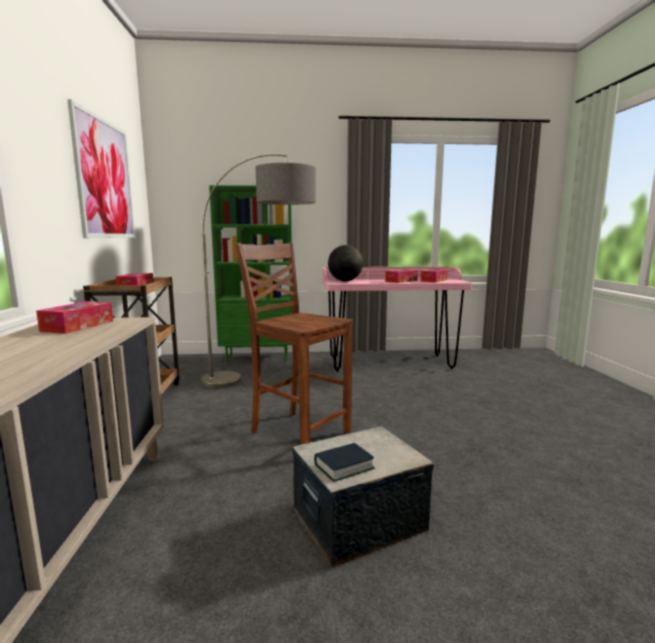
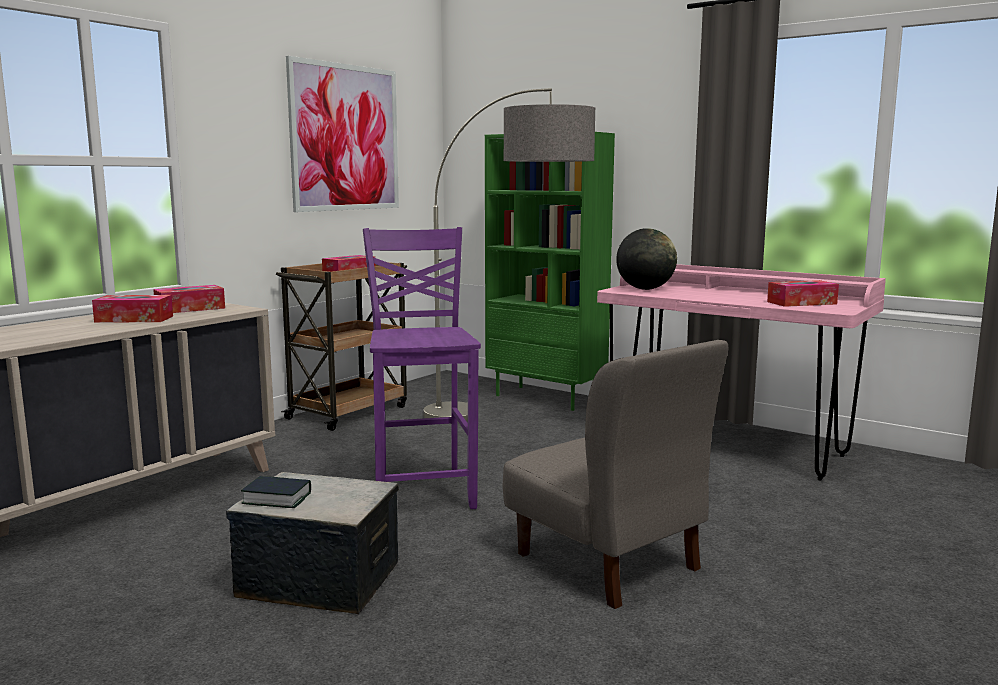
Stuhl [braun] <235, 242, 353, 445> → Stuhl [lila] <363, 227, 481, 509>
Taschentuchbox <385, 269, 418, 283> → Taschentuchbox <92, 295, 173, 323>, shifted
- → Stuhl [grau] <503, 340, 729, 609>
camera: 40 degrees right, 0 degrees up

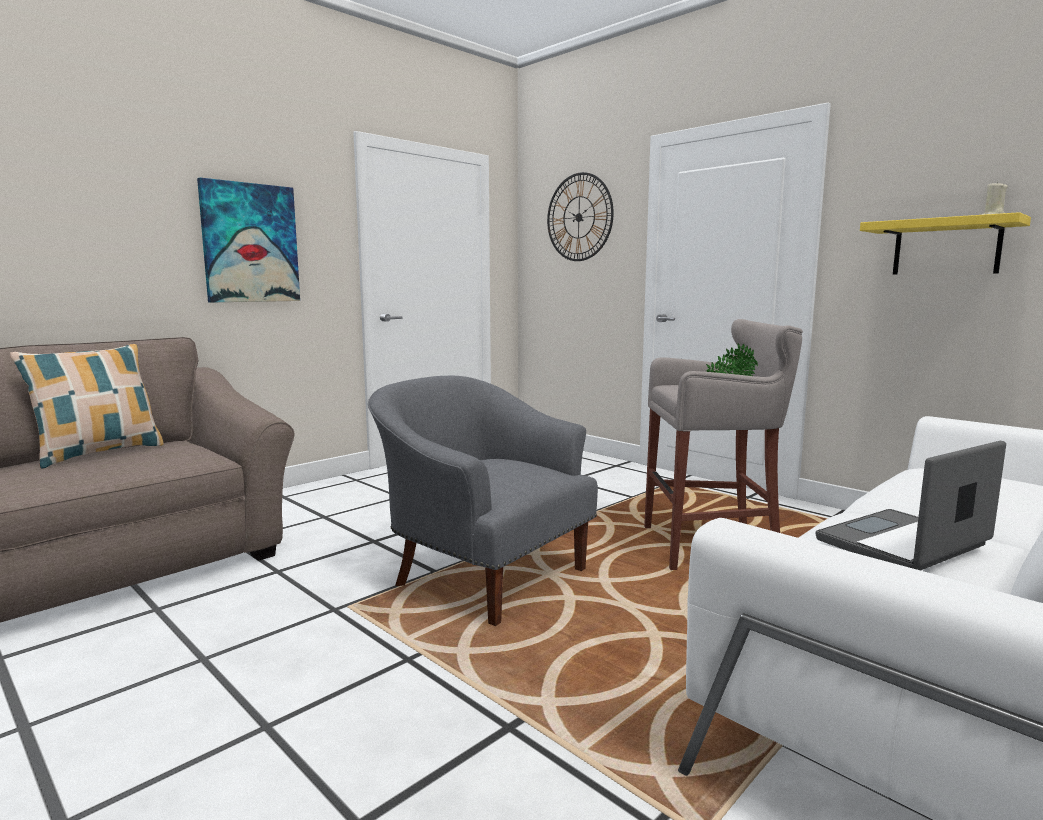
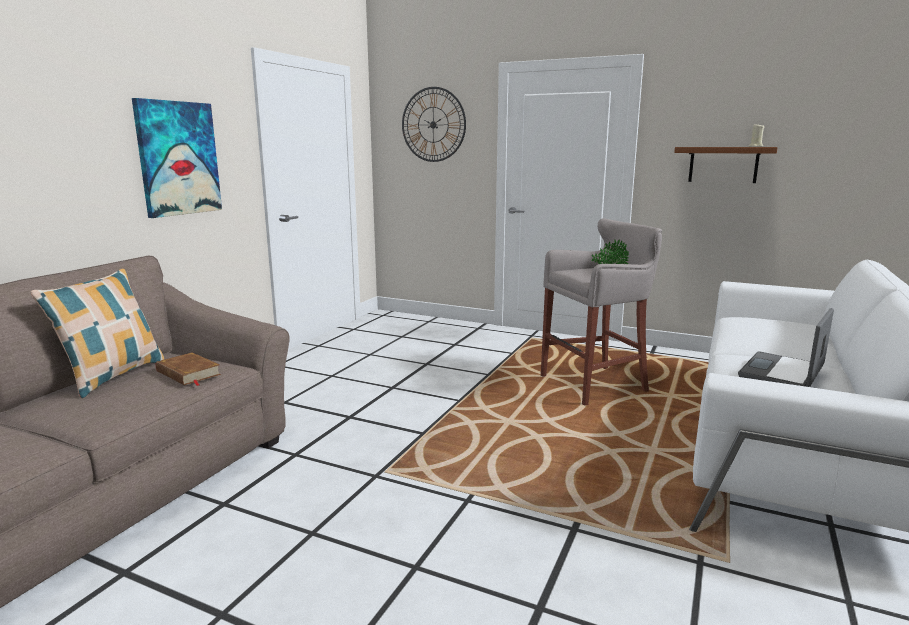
Sessel [grau] <368, 376, 598, 626> → -
Wandregal [gelb] <860, 212, 1031, 275> → Wandregal [braun] <674, 147, 778, 183>
- → Buch [braun] <156, 353, 221, 386>
camera: 20 degrees left, 5 degrees up

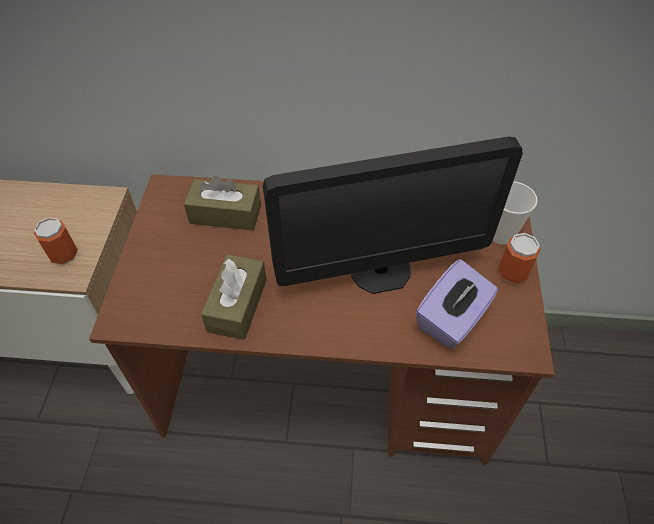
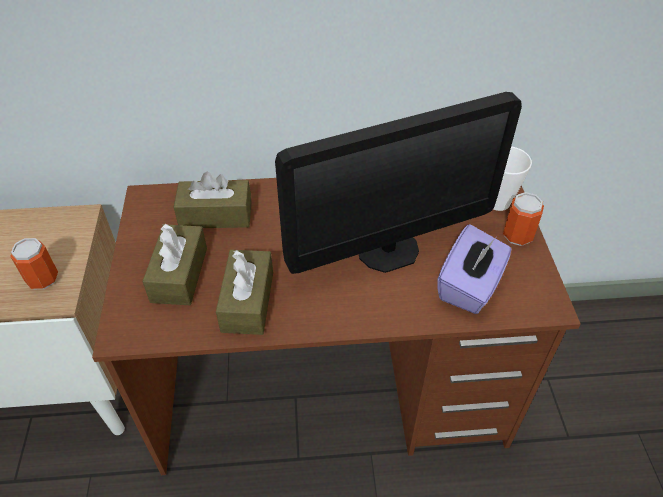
- → Taschentuchbox [braun] <142, 224, 207, 305>
camera: 10 degrees left, 5 degrees down

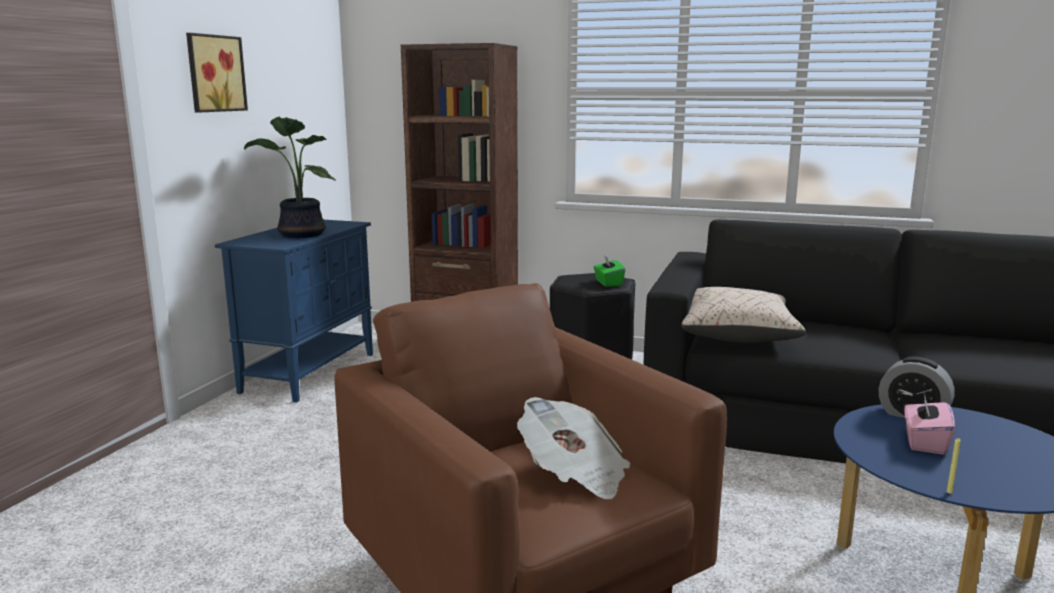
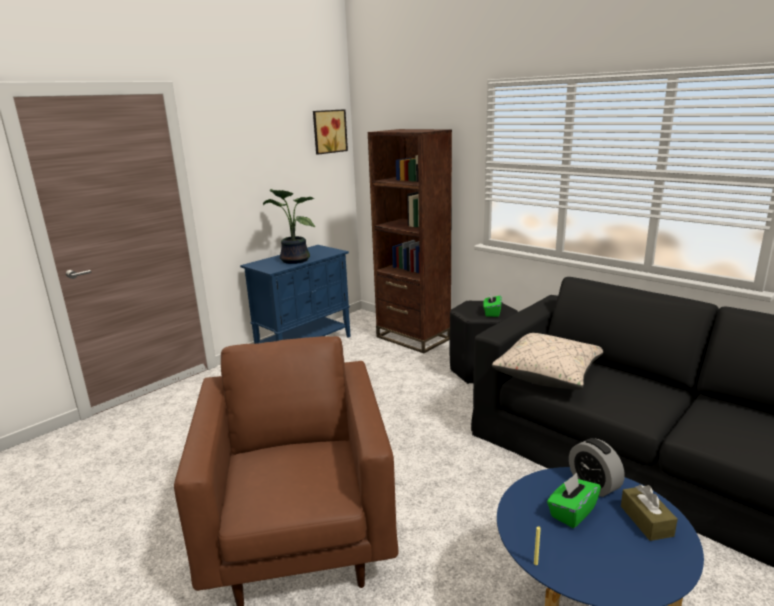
Bild <186, 33, 248, 113> → Bild <313, 109, 348, 155>, shifted
Zeitung <517, 397, 630, 499> → -
Taschentuchbox [rosa] <904, 393, 955, 455> → Taschentuchbox [grün] <547, 473, 601, 528>
- → Taschentuchbox [braun] <621, 485, 678, 541>
camera: 25 degrees right, 5 degrees up

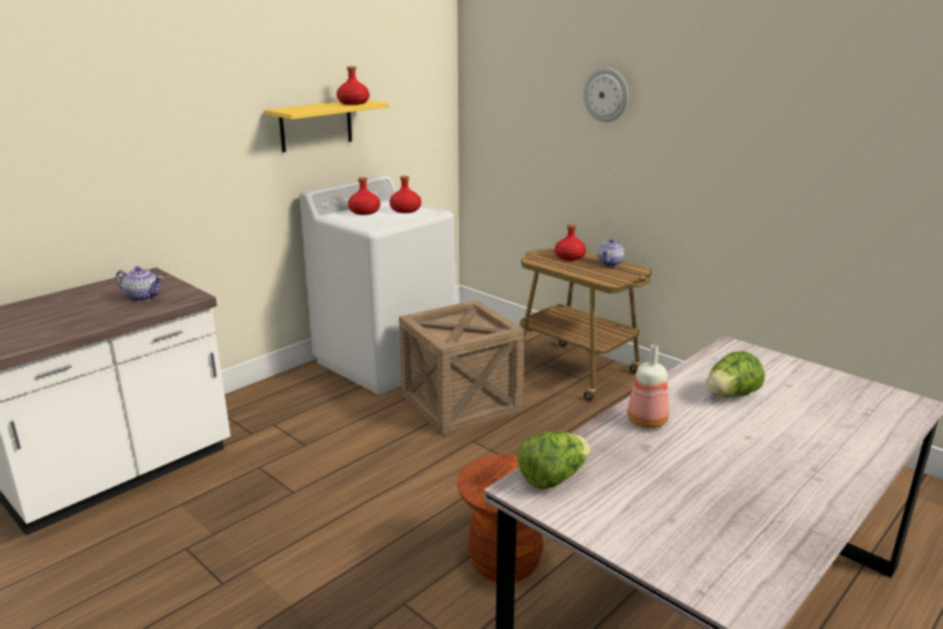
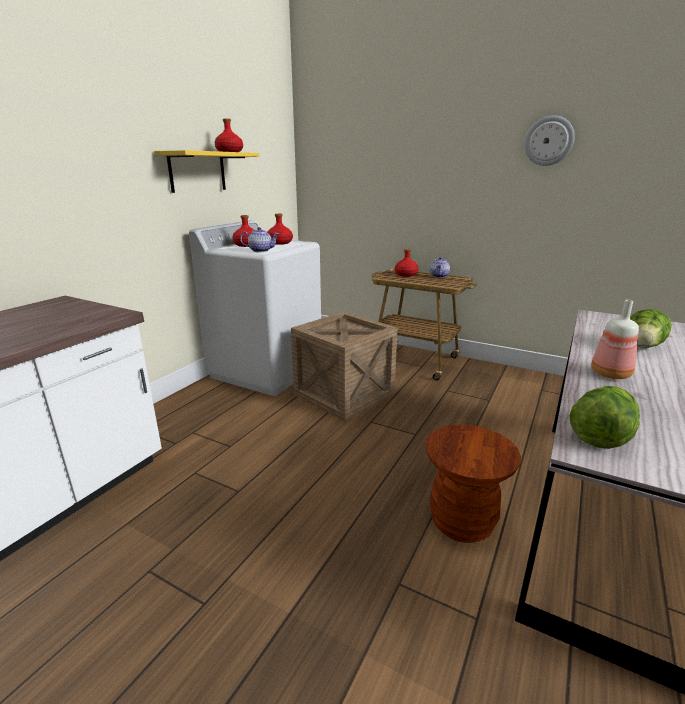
Teekanne <116, 266, 163, 302> → Teekanne <240, 227, 279, 252>, shifted
Wanduhr <584, 68, 628, 122> → Wanduhr <525, 115, 575, 166>, shifted
camera: 15 degrees left, 0 degrees up

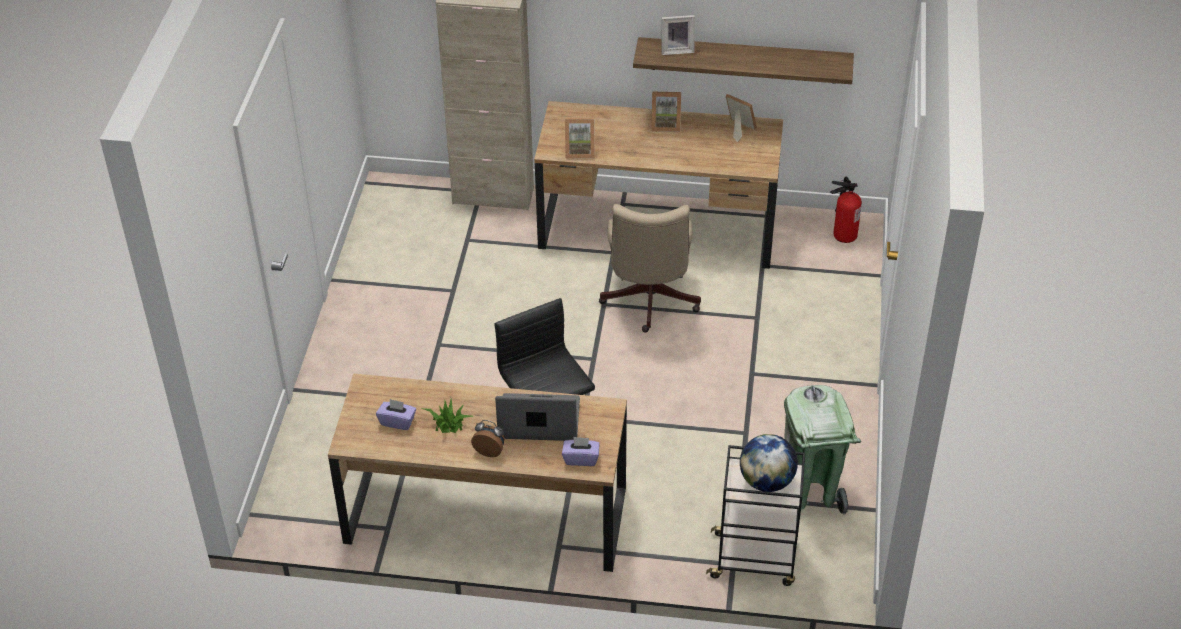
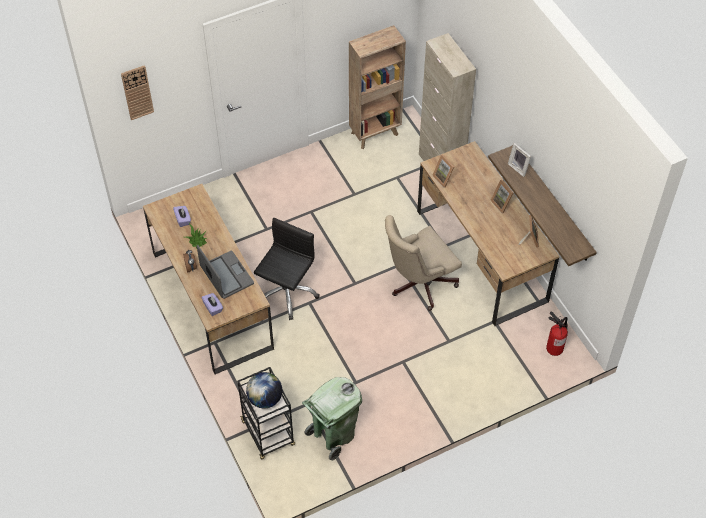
- → Wanduhr <121, 65, 154, 120>
- → Bücherregal [braun] <349, 25, 406, 149>
camera: 55 degrees right, 10 degrees up

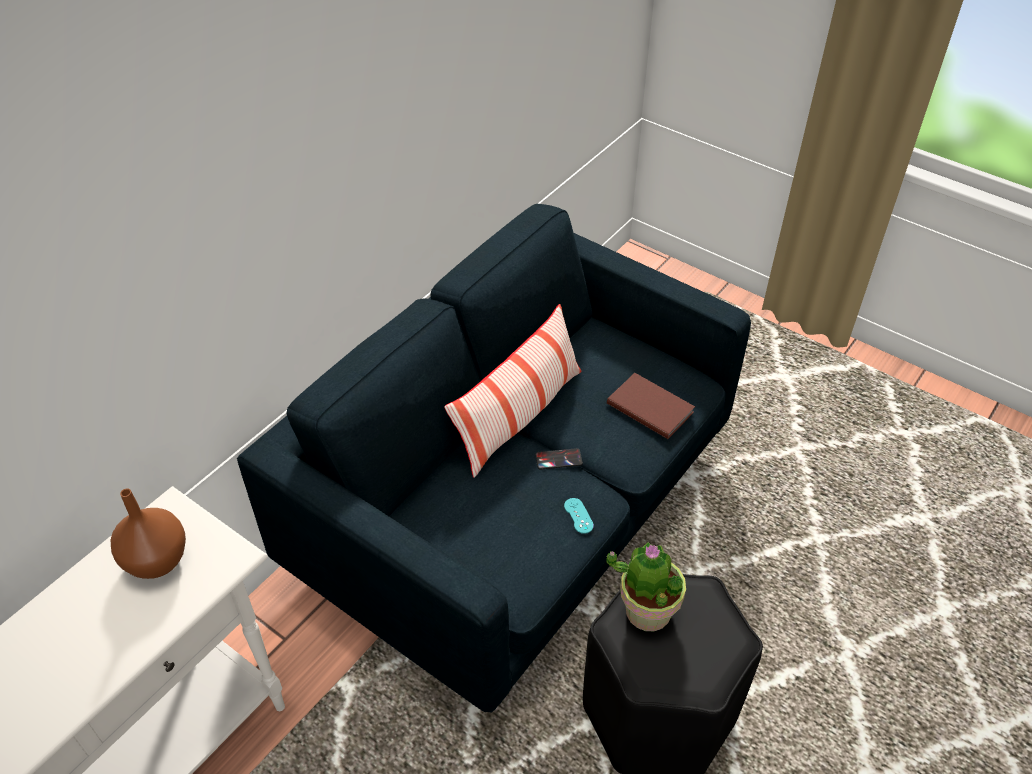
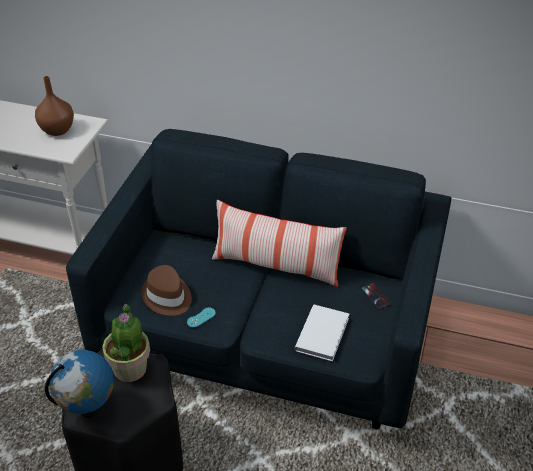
Handy <535, 448, 583, 470> → Handy <361, 283, 391, 310>, shifted
Buch [braun] <607, 373, 695, 439> → Buch [weiß] <294, 305, 349, 361>
- → Globus <45, 350, 114, 418>
- → Hut [braun] <141, 265, 192, 316>
camera: 70 degrees right, 5 degrees down

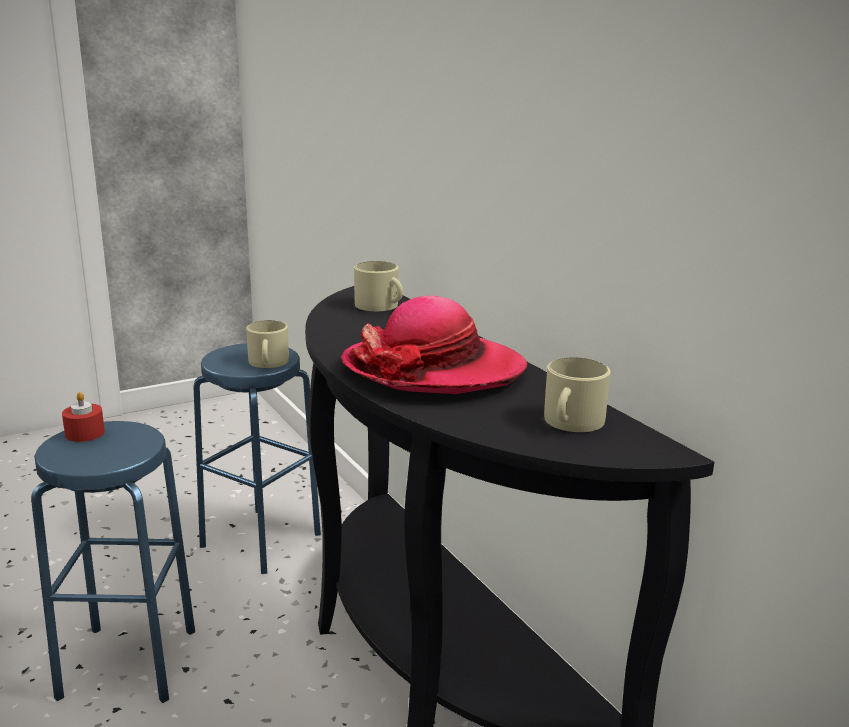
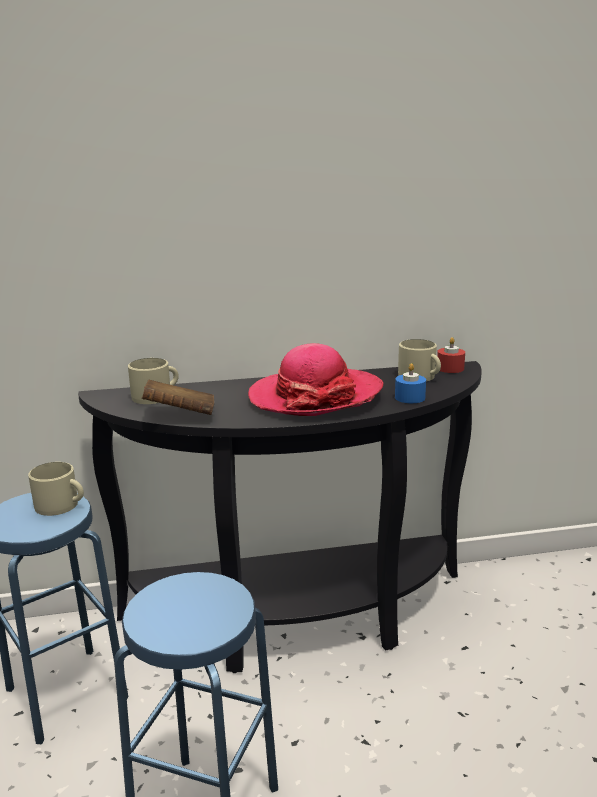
Kerze [rot] <62, 392, 105, 442> → Kerze [rot] <437, 337, 465, 373>, shifted
- → Buch [braun] <142, 380, 214, 415>
- → Kerze [blau] <395, 363, 426, 403>
camera: 70 degrees left, 0 degrees up

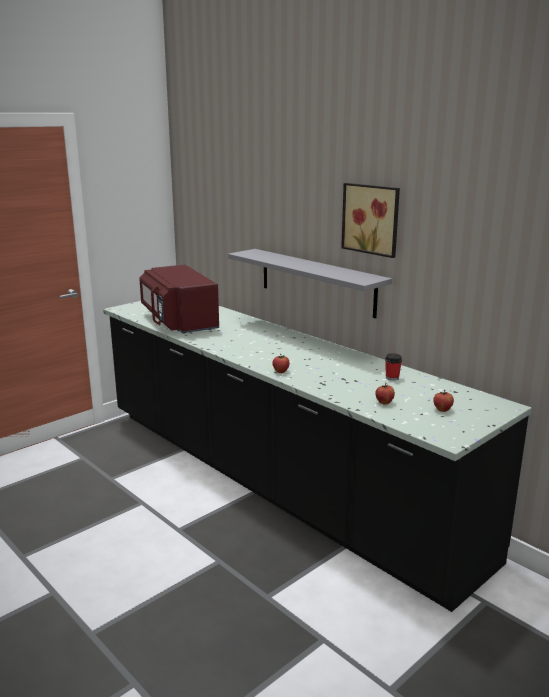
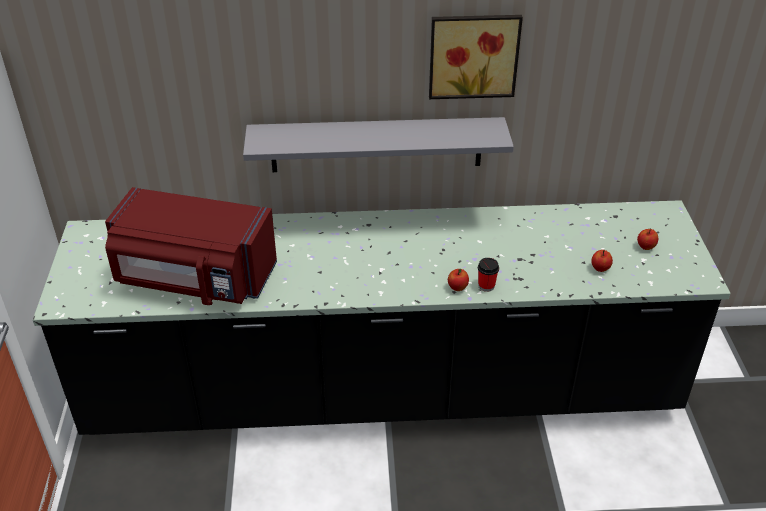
Tasse <385, 353, 402, 381> → Tasse <478, 258, 499, 292>, shifted
camera: 50 degrees left, 20 degrees up

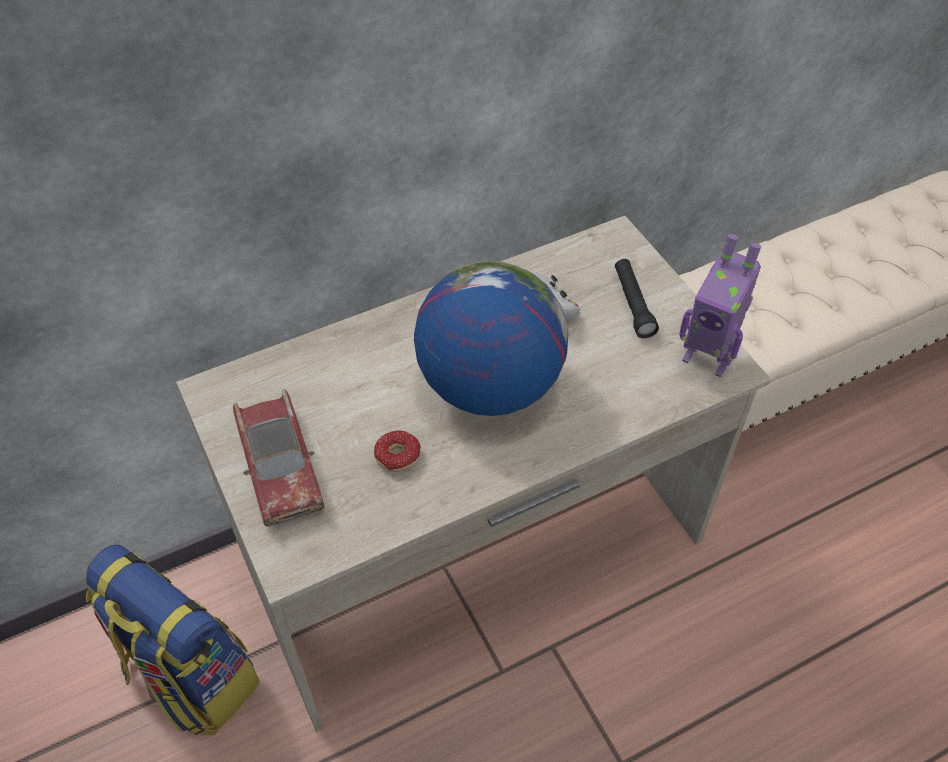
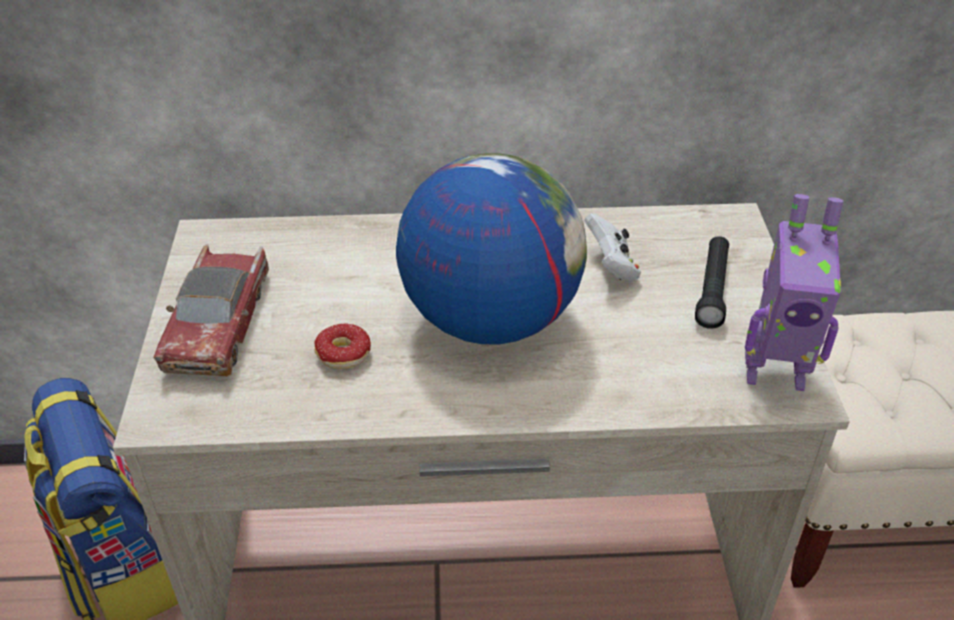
Spielzeugroboter <679, 234, 761, 377> → Spielzeugroboter <745, 194, 844, 391>, 45 degrees counterclockwise
camera: 25 degrees right, 10 degrees down

